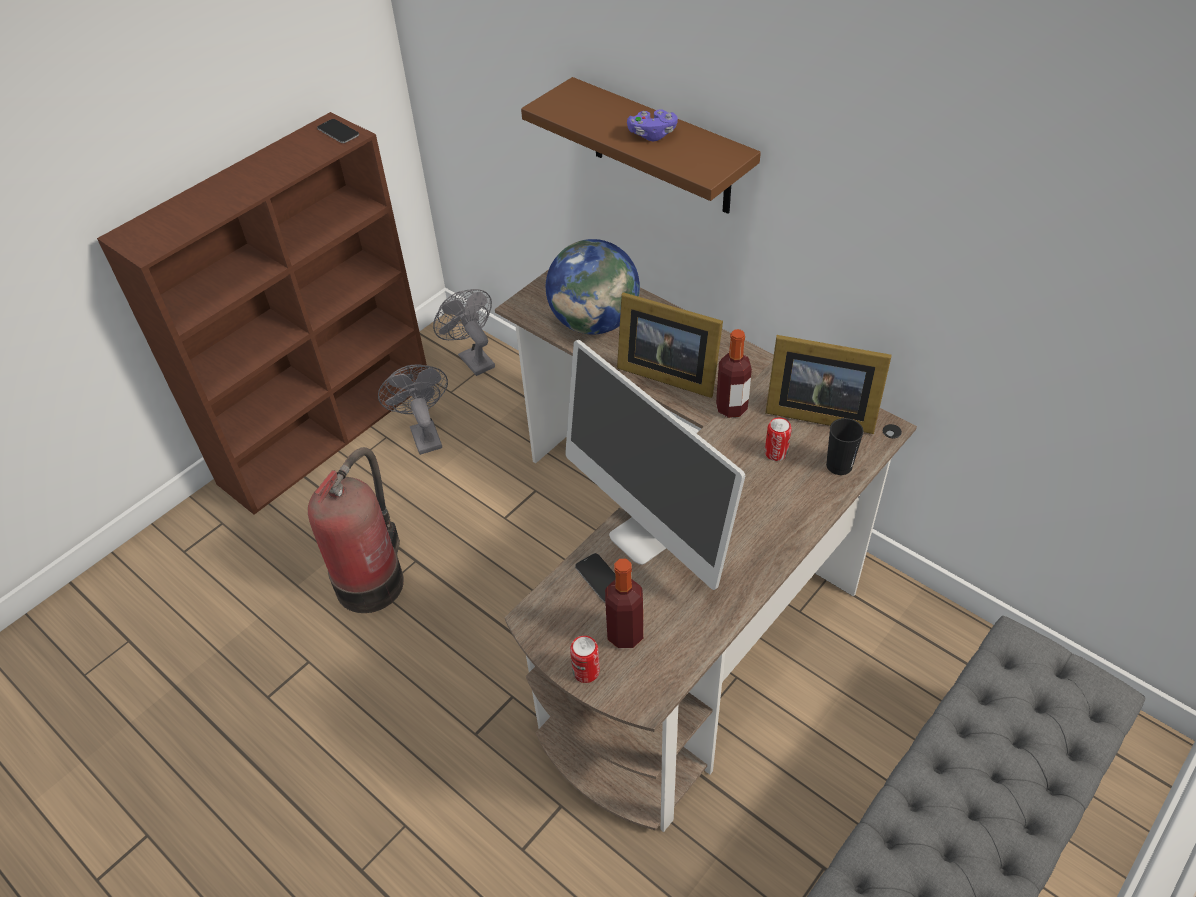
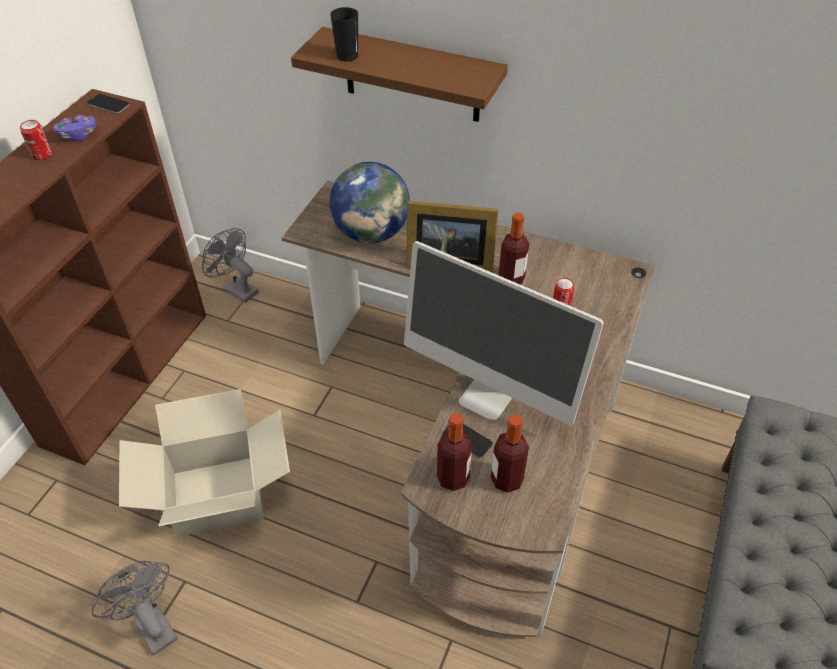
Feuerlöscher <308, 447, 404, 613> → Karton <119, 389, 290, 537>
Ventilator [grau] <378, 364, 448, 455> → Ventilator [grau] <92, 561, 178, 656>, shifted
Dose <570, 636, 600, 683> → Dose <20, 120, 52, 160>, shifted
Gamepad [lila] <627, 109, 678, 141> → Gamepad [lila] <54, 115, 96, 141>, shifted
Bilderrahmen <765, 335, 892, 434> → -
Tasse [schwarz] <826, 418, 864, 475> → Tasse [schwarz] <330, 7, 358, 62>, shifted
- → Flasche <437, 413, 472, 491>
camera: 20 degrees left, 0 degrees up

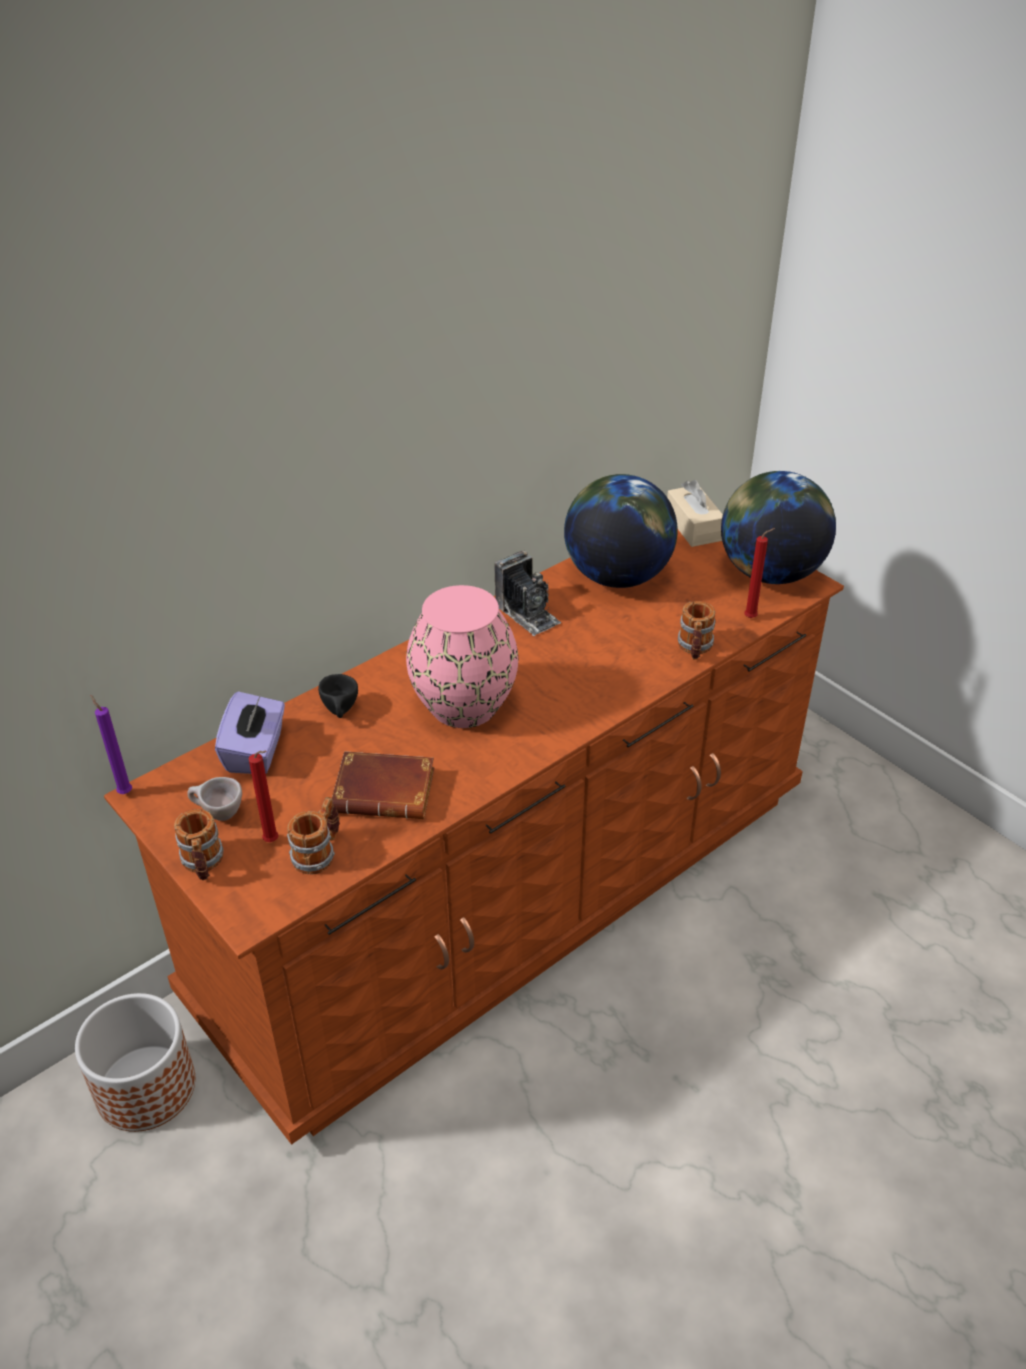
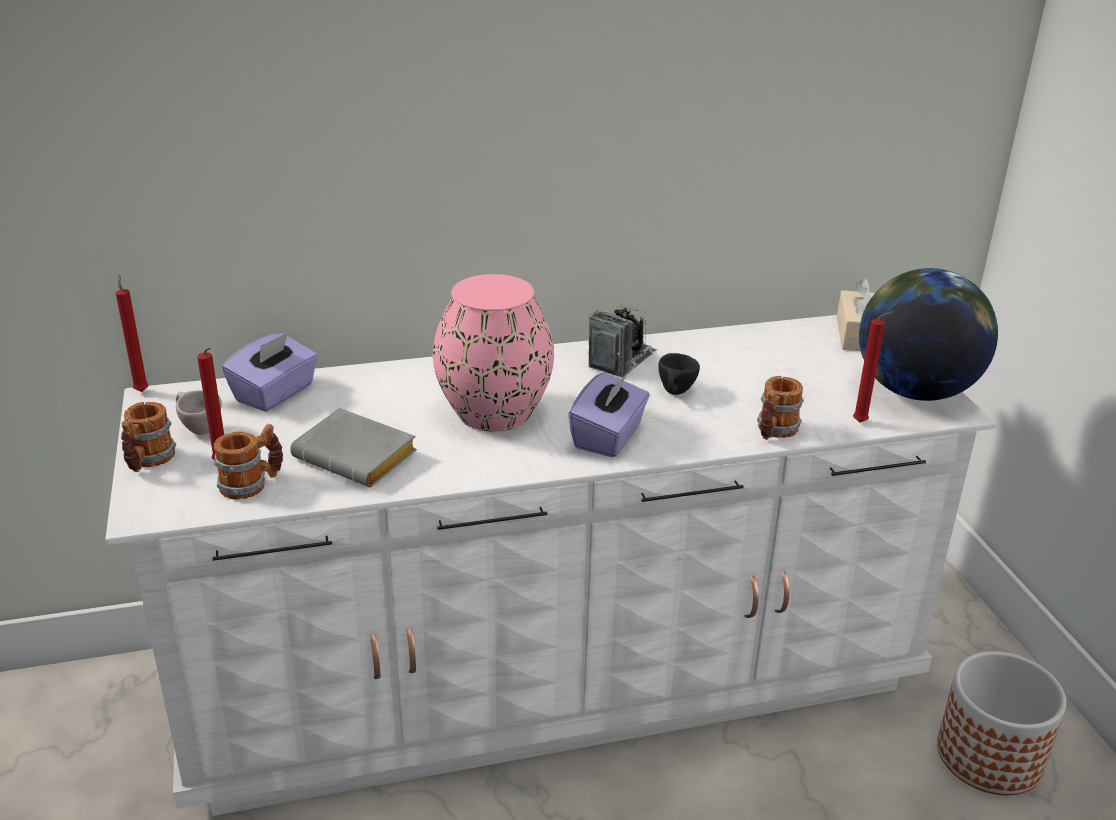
Pflanzkübel <75, 993, 195, 1132> → Pflanzkübel <937, 651, 1066, 795>, shifted
Kerze [lila] <90, 695, 132, 794> → Kerze [rot] <116, 275, 149, 392>
Kommode [braun] <104, 530, 844, 1145> → Kommode [weiß] <105, 315, 997, 816>
Tasse [schwarz] <318, 674, 358, 718> → Tasse [schwarz] <658, 353, 700, 395>, shifted
Buch [braun] <332, 751, 434, 819> → Buch [grau] <290, 408, 417, 487>
Kamera <494, 551, 562, 636> → Kamera <589, 306, 657, 378>, 135 degrees counterclockwise
Globus <564, 474, 678, 588> → -
- → Taschentuchbox [lila] <568, 372, 650, 457>
camera: 25 degrees right, 10 degrees down

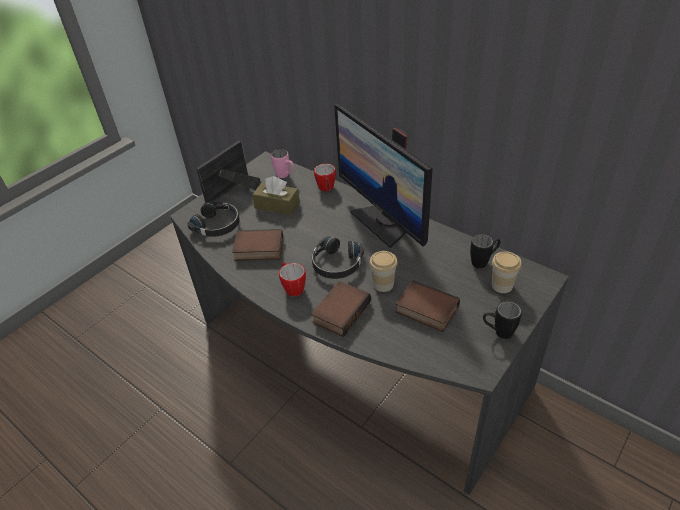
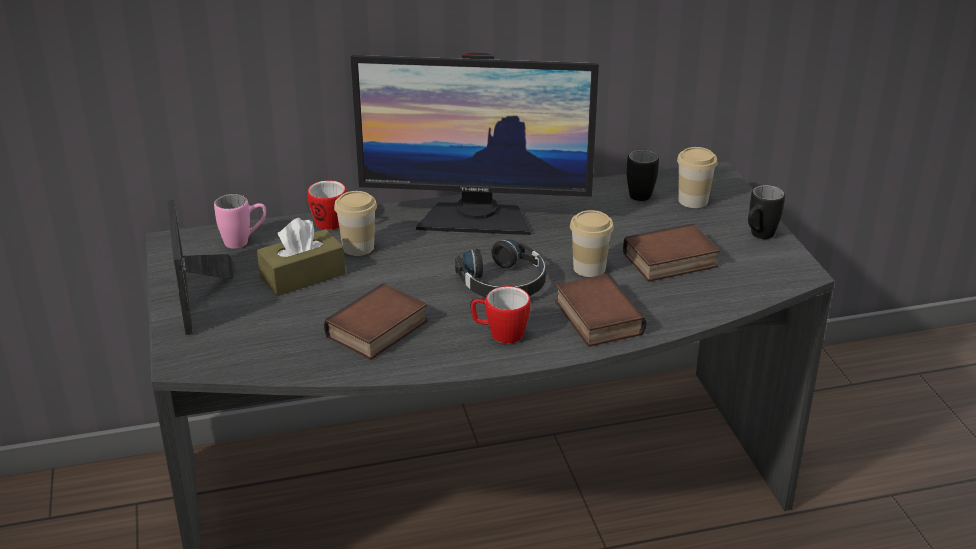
Kopfhörer [schwarz] <187, 202, 239, 237> → -
- → Tasse <334, 191, 377, 256>
camera: 55 degrees left, 10 degrees down

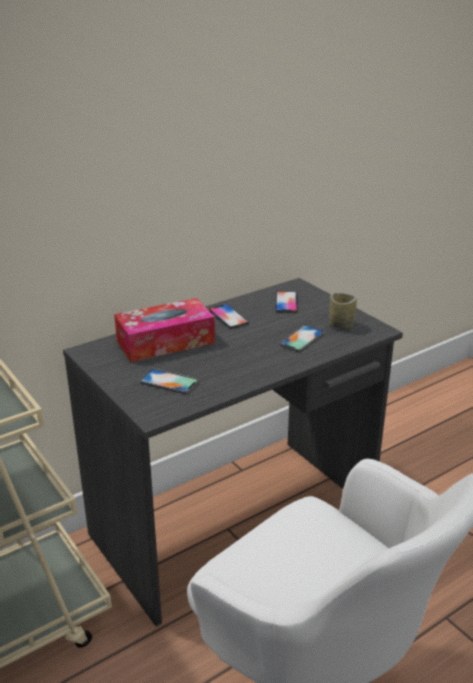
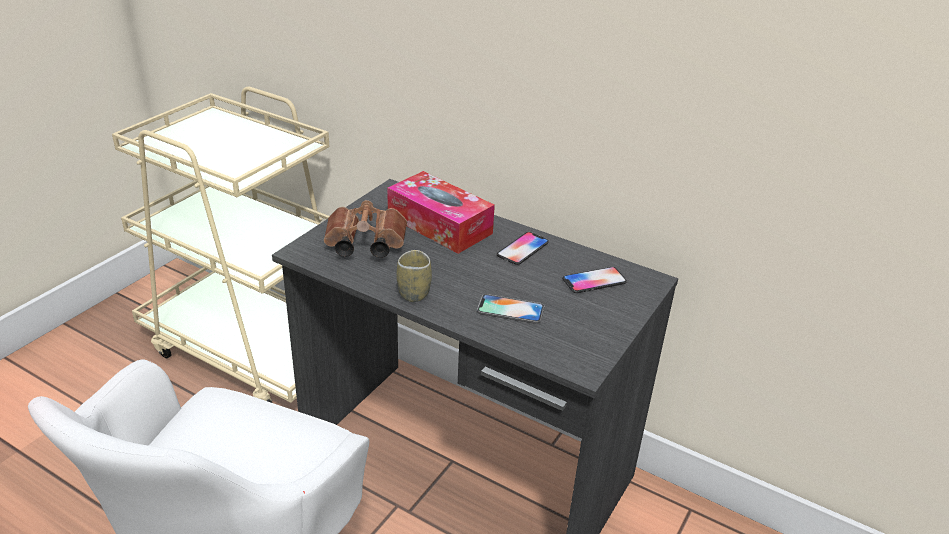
Handy <140, 369, 199, 394> → Fernglas [braun] <324, 200, 407, 258>
Tasse <329, 293, 357, 329> → Tasse <396, 250, 432, 302>, shifted
camera: 65 degrees right, 5 degrees up

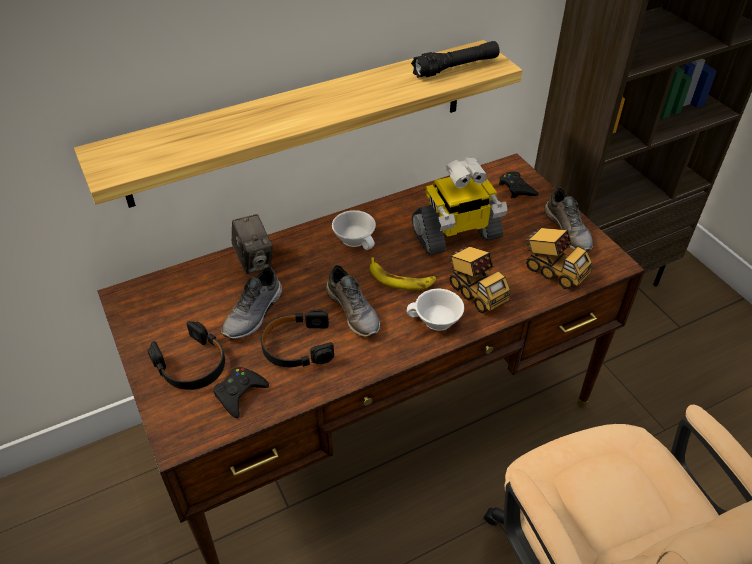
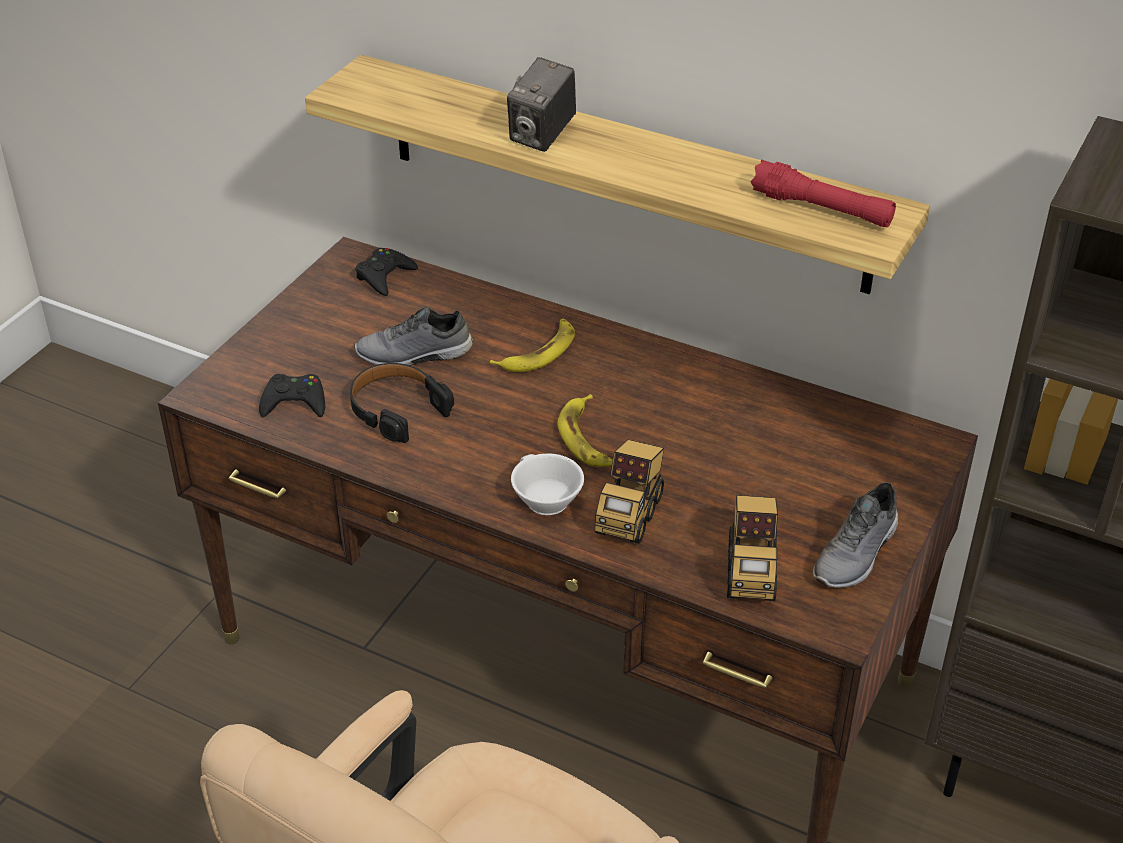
Kopfhörer [schwarz] <147, 321, 225, 390> → -
Kamera <232, 214, 273, 274> → Kamera <507, 57, 576, 152>, shifted
Schuh [grau] <326, 265, 380, 337> → -
Tasse [weiß] <332, 210, 376, 250> → -
Taschenlampe [schwarz] <411, 41, 500, 78> → Taschenlampe [rot] <750, 160, 896, 228>
Spielzeugroboter <412, 157, 508, 255> → -
Gamepad [schwarz] <499, 171, 539, 198> → Gamepad [schwarz] <355, 248, 418, 296>, shifted
- → Banane <490, 319, 575, 372>
camera: 55 degrees right, 5 degrees down

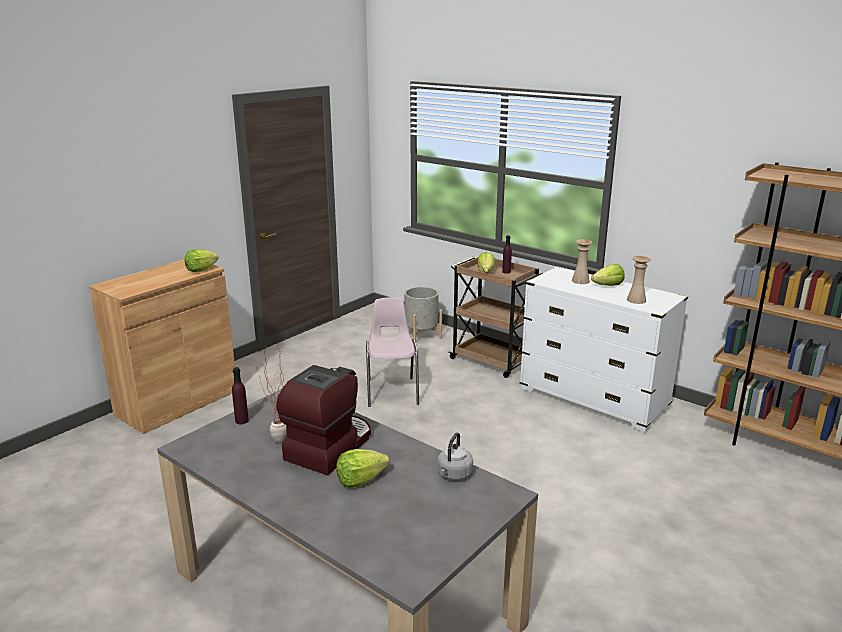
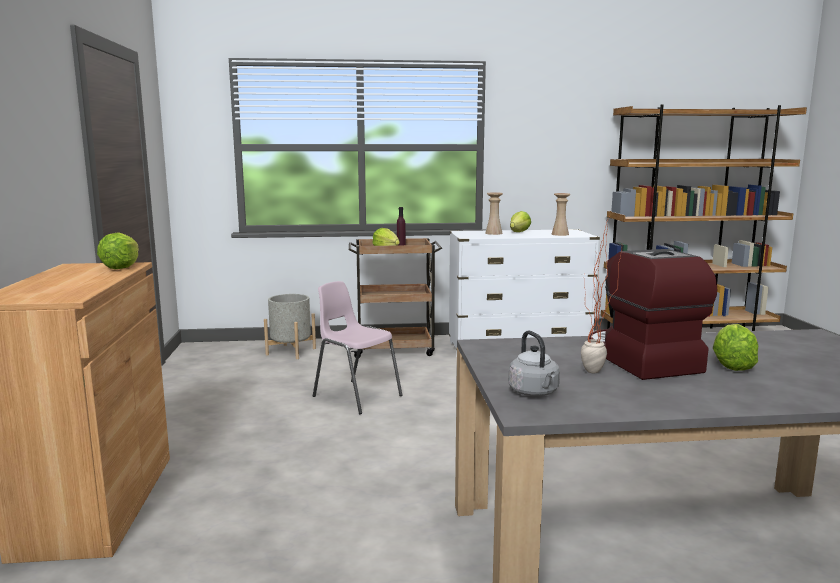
Flasche [lila] <232, 367, 249, 424> → -
Wasserkessel [grau] <437, 432, 473, 481> → Wasserkessel [grau] <509, 331, 560, 396>, shifted
camera: 45 degrees left, 10 degrees down

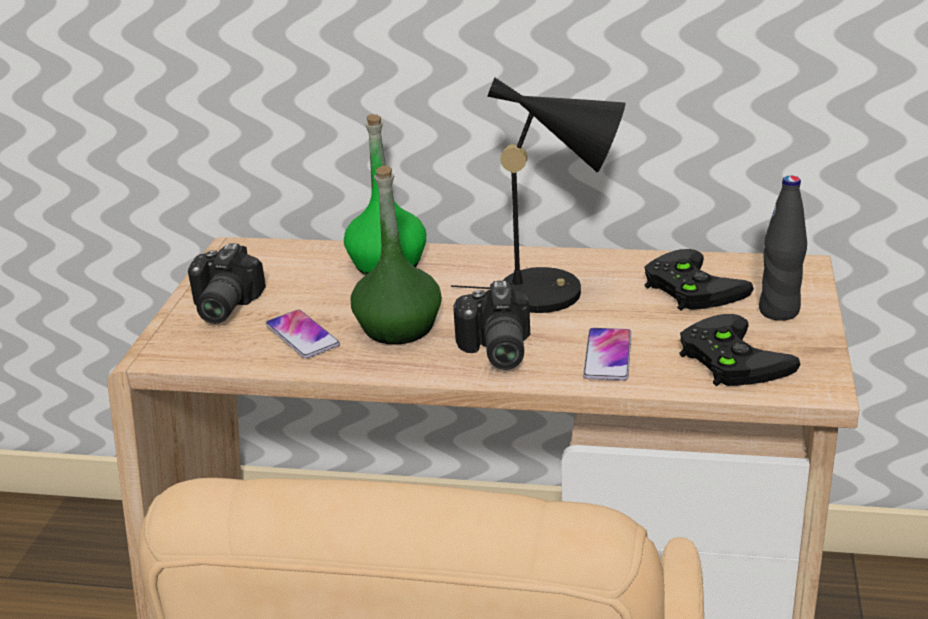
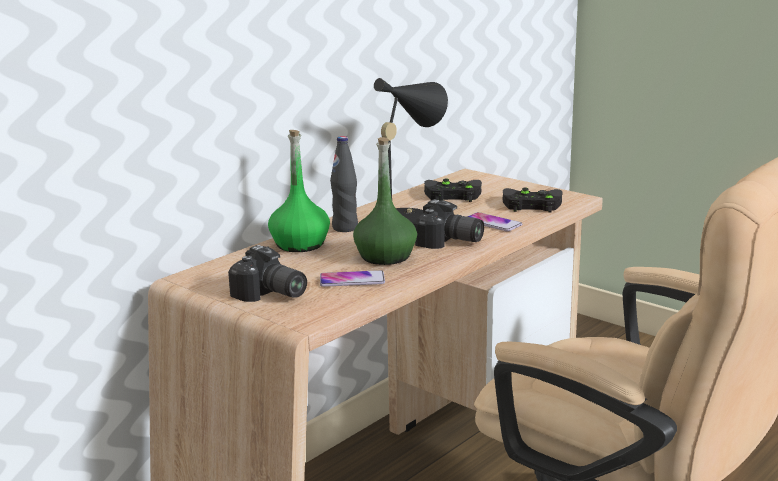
Flasche [schwarz] <759, 176, 807, 321> → Flasche [schwarz] <330, 136, 358, 232>, shifted
camera: 60 degrees left, 10 degrees down

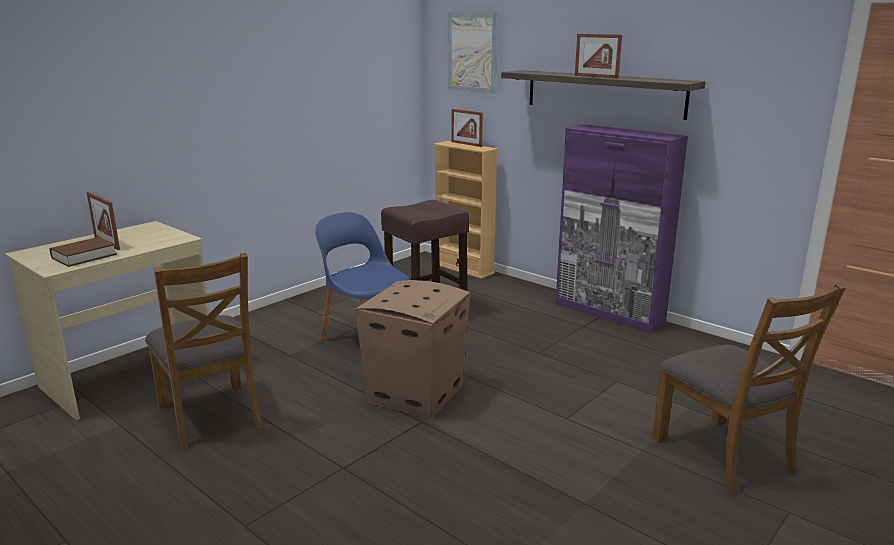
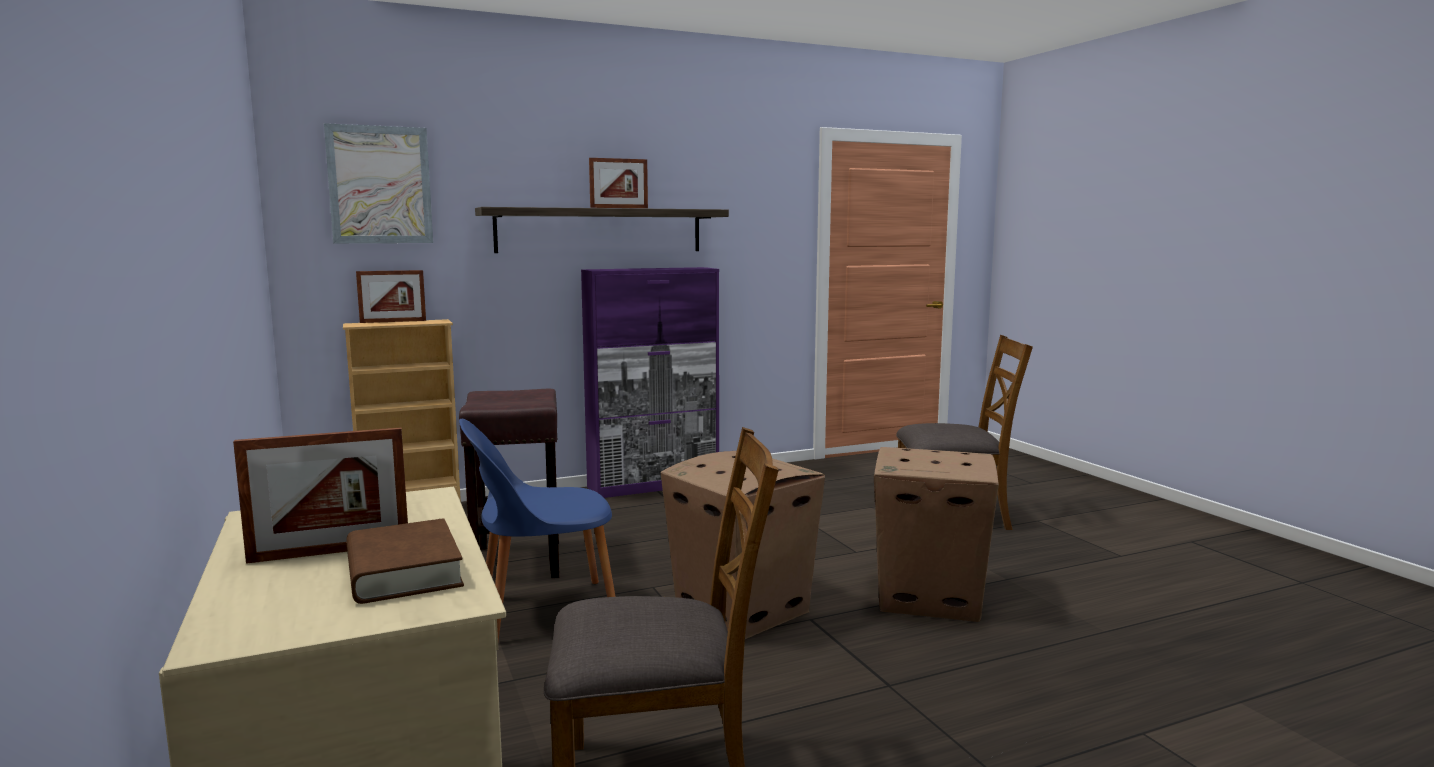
- → Karton <874, 447, 999, 622>
camera: 65 degrees left, 10 degrees down

